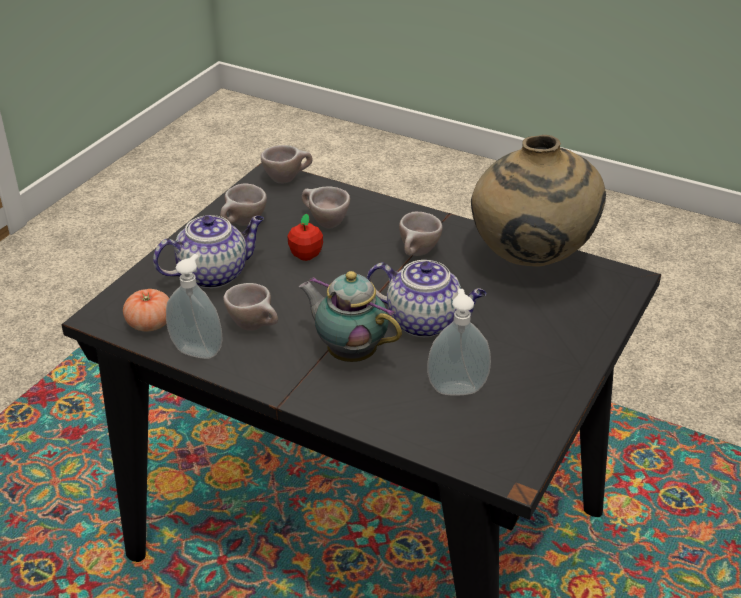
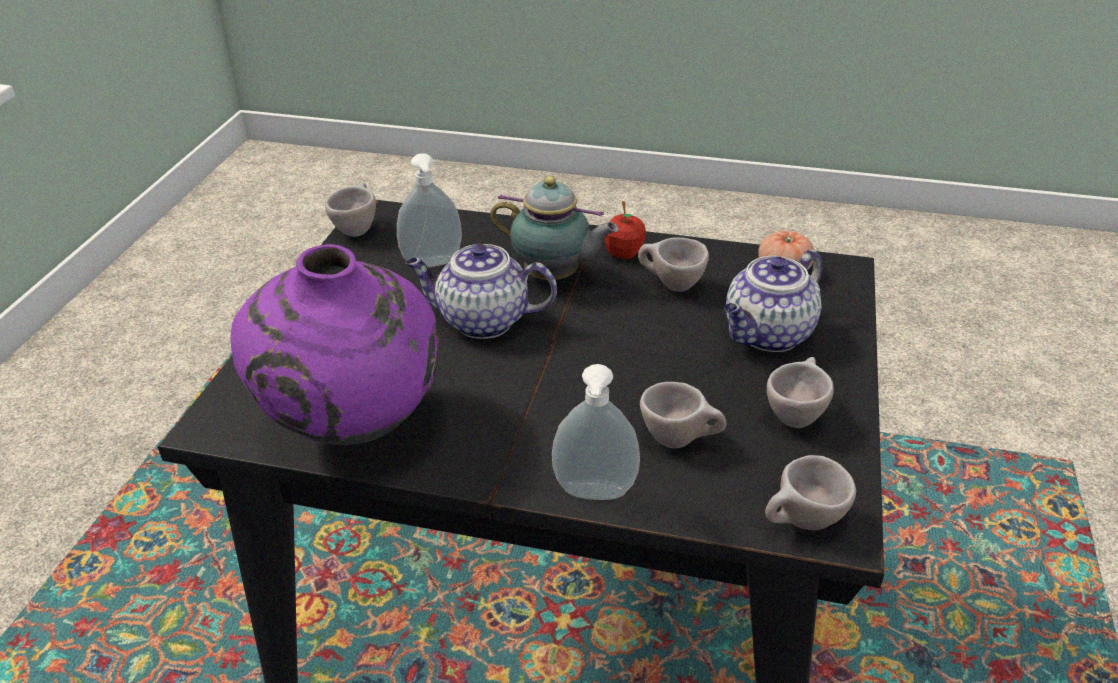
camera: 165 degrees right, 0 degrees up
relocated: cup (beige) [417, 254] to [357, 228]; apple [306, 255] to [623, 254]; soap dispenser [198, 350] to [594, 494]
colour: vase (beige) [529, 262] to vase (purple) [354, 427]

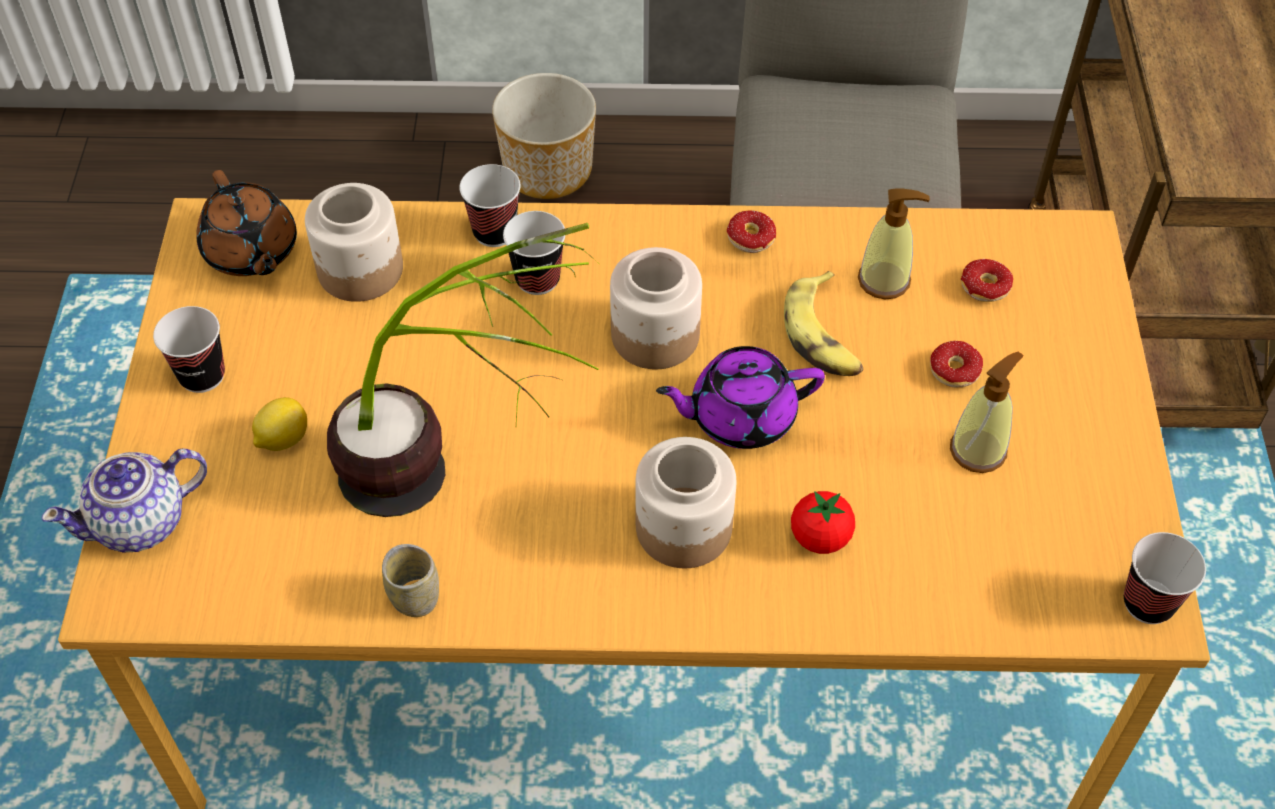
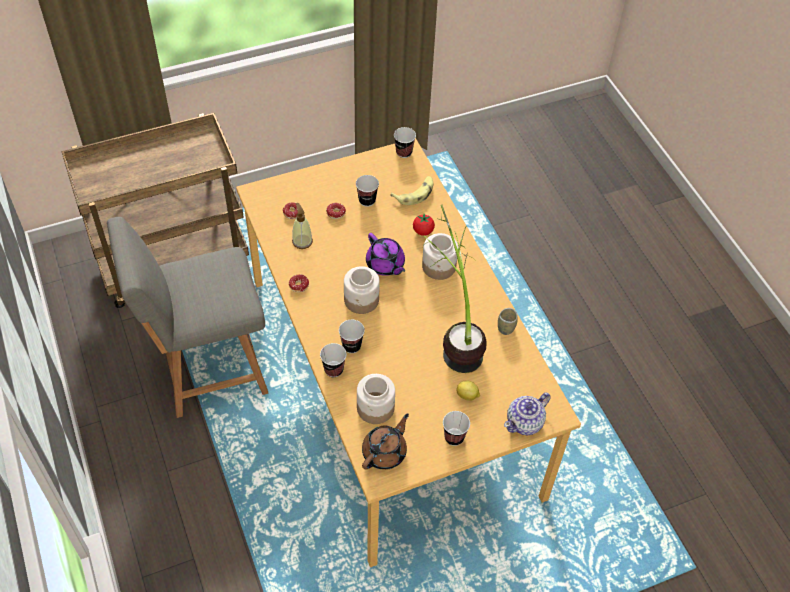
camera: 115 degrees left, 0 degrees up
missing: planter [549, 170]
relocated: banana [824, 336] to [415, 193]
exchanged: soap dispenser [978, 450] to cup [367, 200]
spun: teapot [142, 522] = [525, 422] 105 degrees clockwise

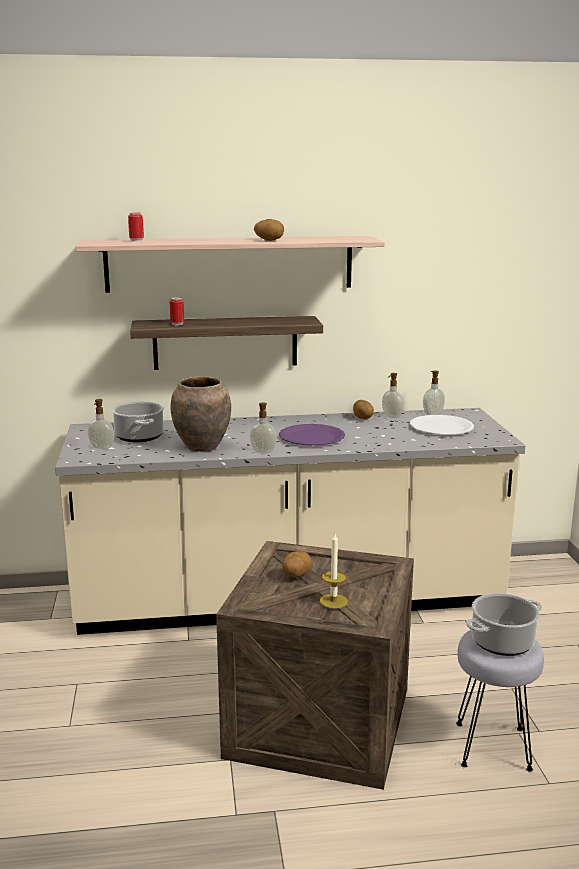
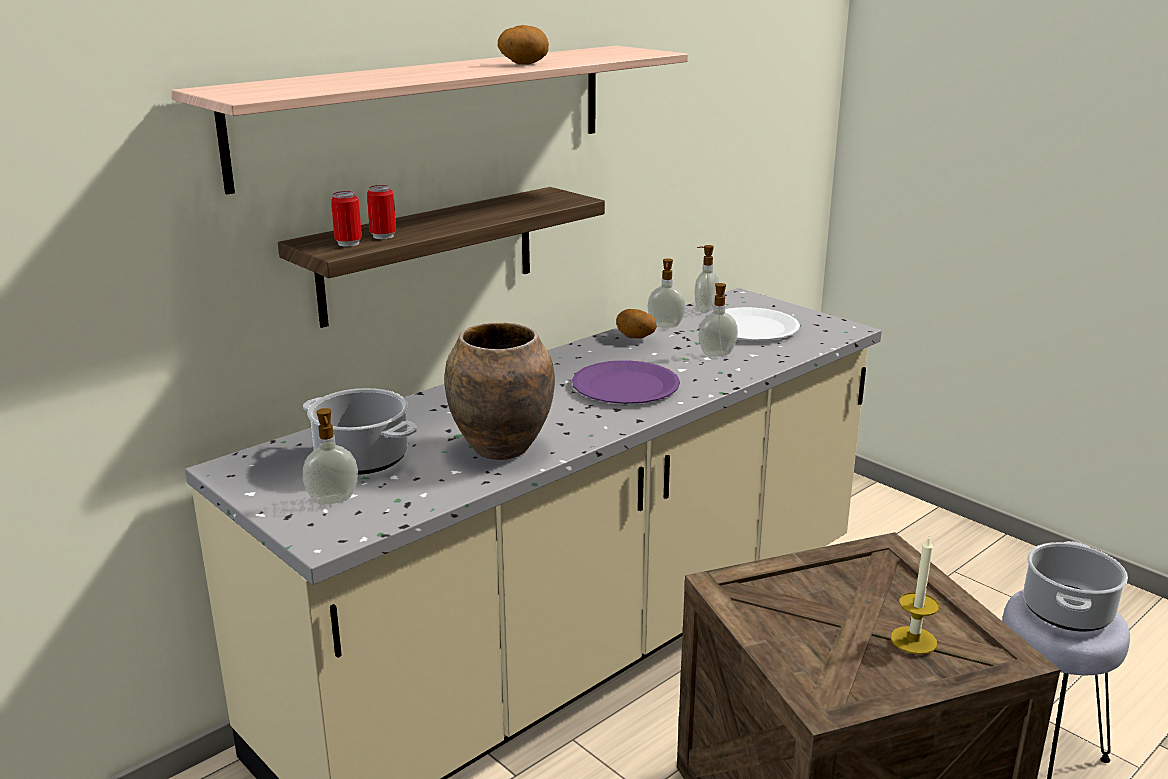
camera: 35 degrees left, 5 degrees up
missing: potato [296, 575]
relocated: can [136, 240] to [348, 243]; soap dispenser [263, 451] to [716, 354]

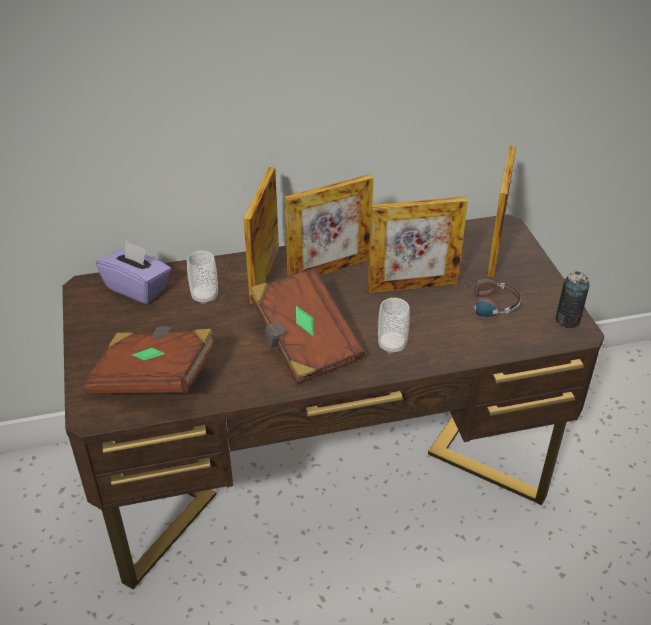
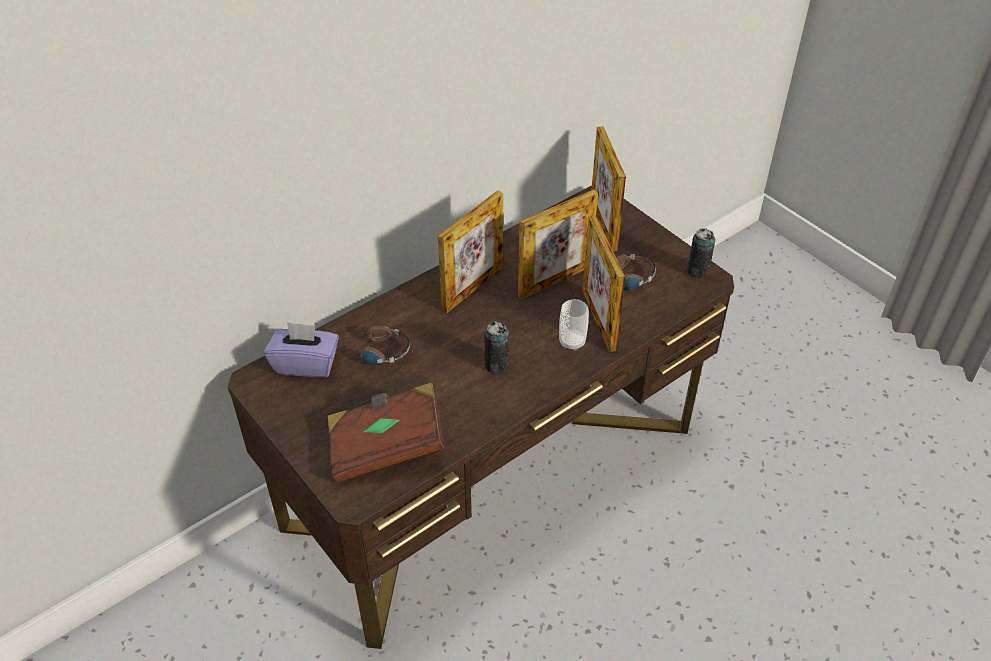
camera: 25 degrees left, 5 degrees up
relocated: picture frame [264, 275] to [598, 319]
exchanged: cup [205, 296] to headphones [376, 351]; book (brown) [304, 343] to can [496, 365]

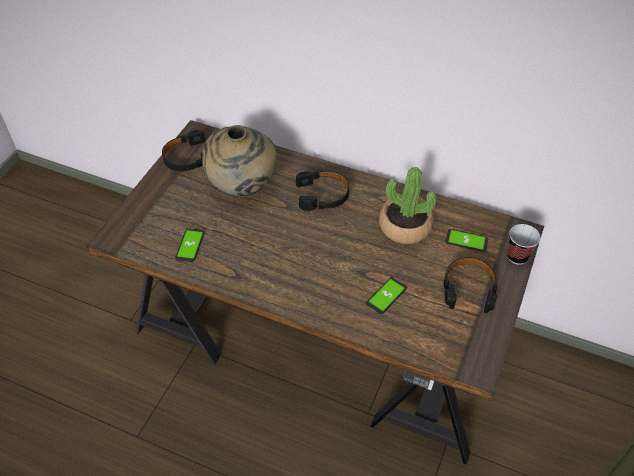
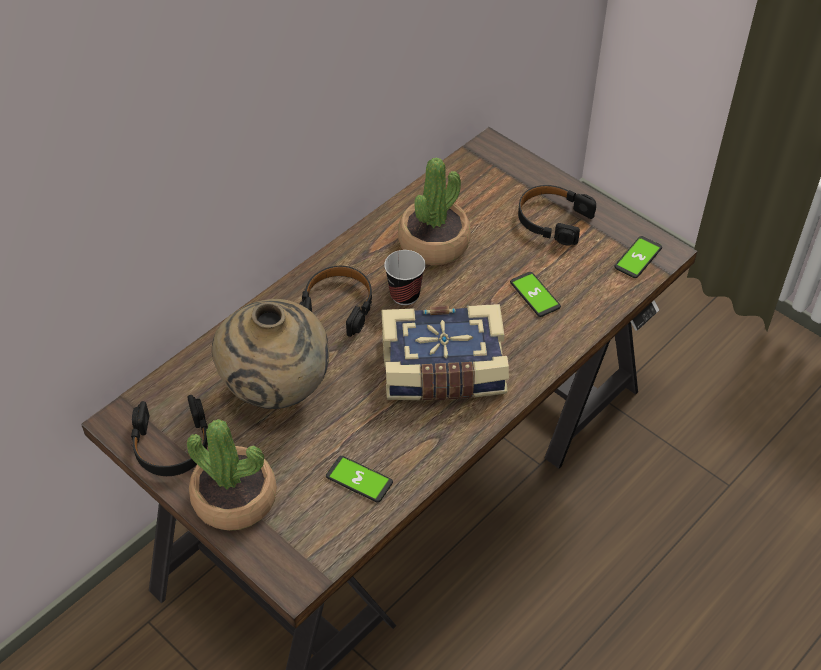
camera: 70 degrees left, 0 degrees up
appeared: book [443, 371]; potted plant [235, 498]
relocated: cup [517, 256] to [405, 295]; phone [466, 241] to [638, 258]

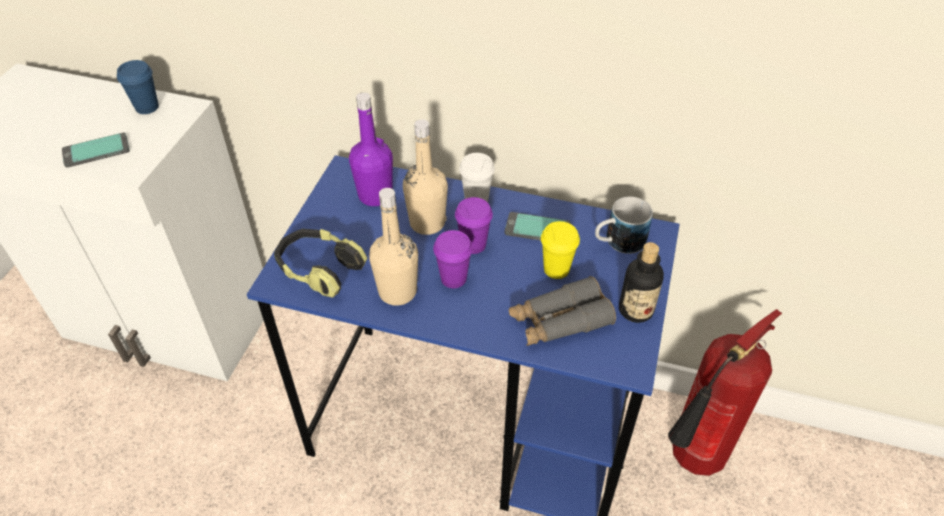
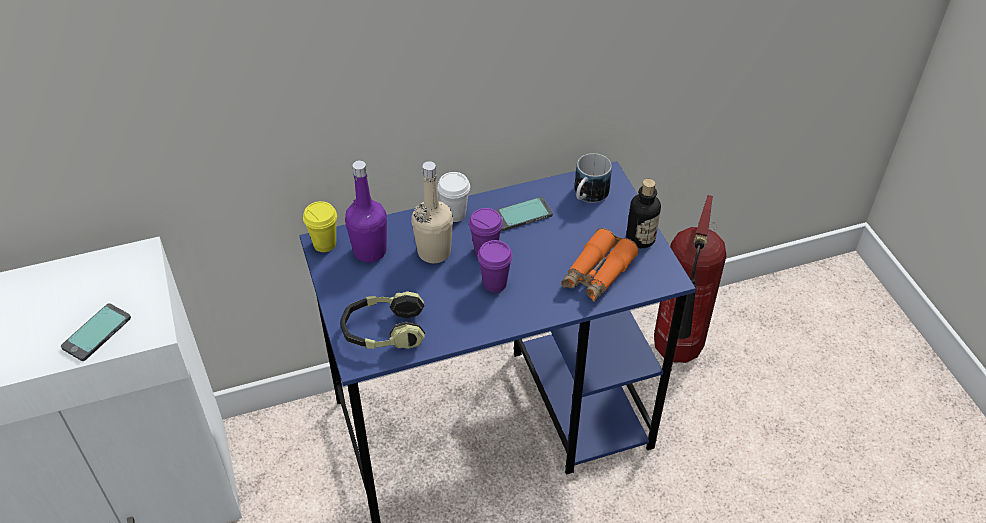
camera: 35 degrees left, 0 degrees up
missing: cup (blue) [147, 107]; bottle (beige) [397, 292]
relocated: cup (yellow) [556, 269] to [324, 244]
colour: binoculars (grey) [559, 321] to binoculars (orange) [597, 274]

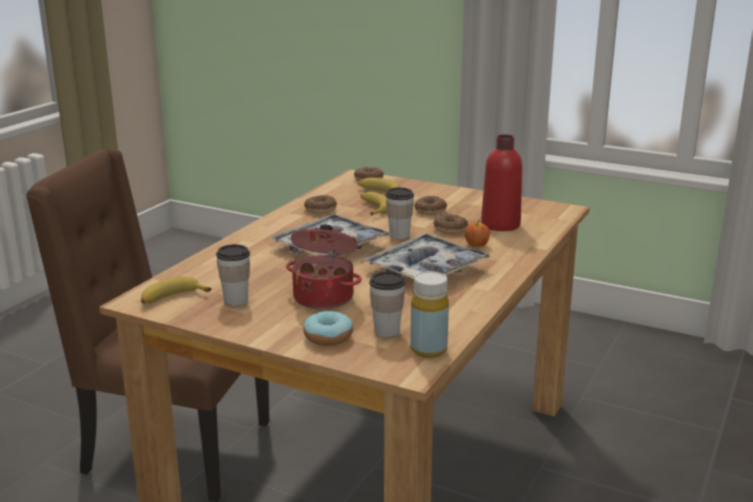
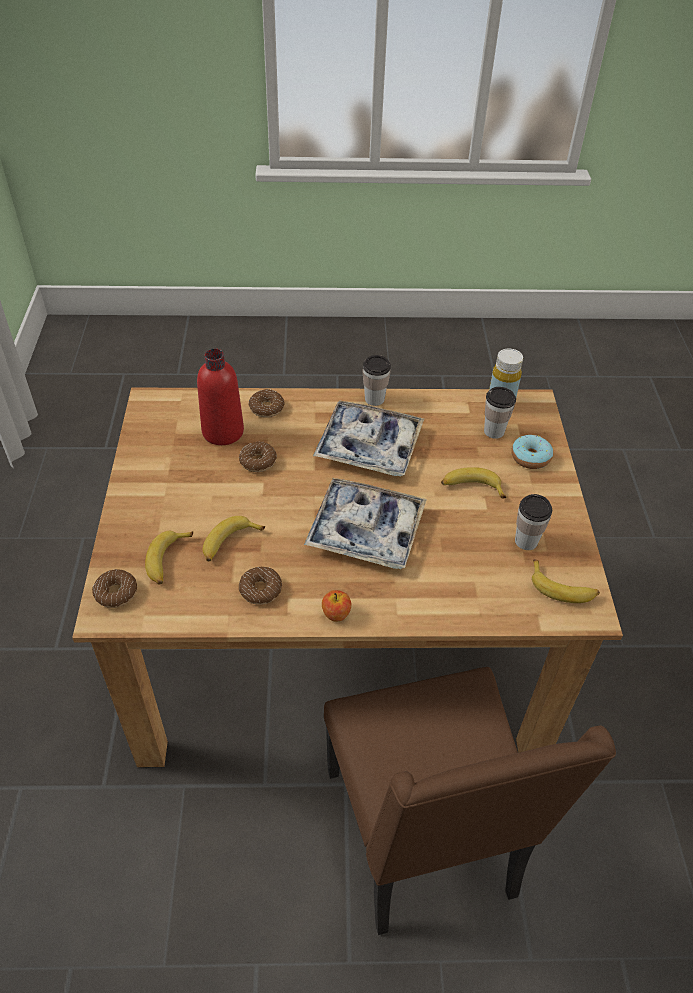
camera: 120 degrees left, 25 degrees up
relocated: cup [399, 235] to [374, 399]; donut [430, 211] to [266, 408]; apple [476, 245] to [336, 613]
exchanged: cooking pot [324, 297] to banana [471, 487]

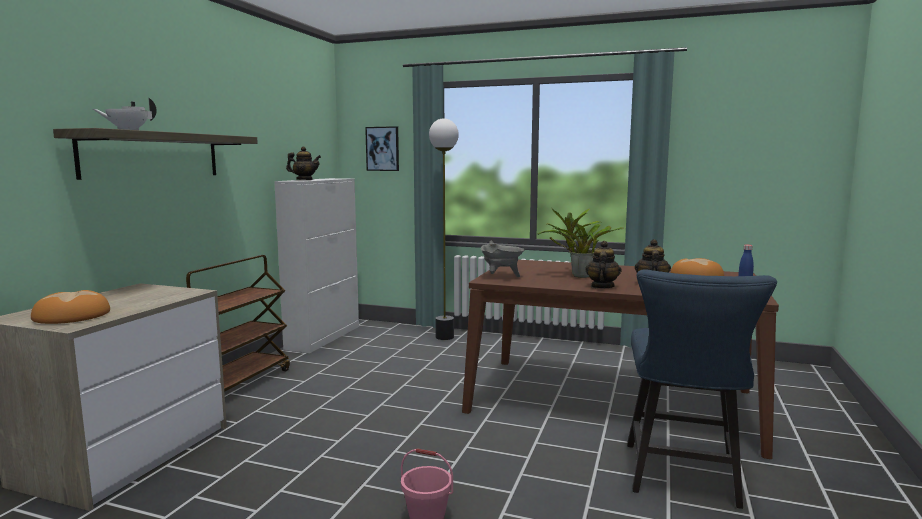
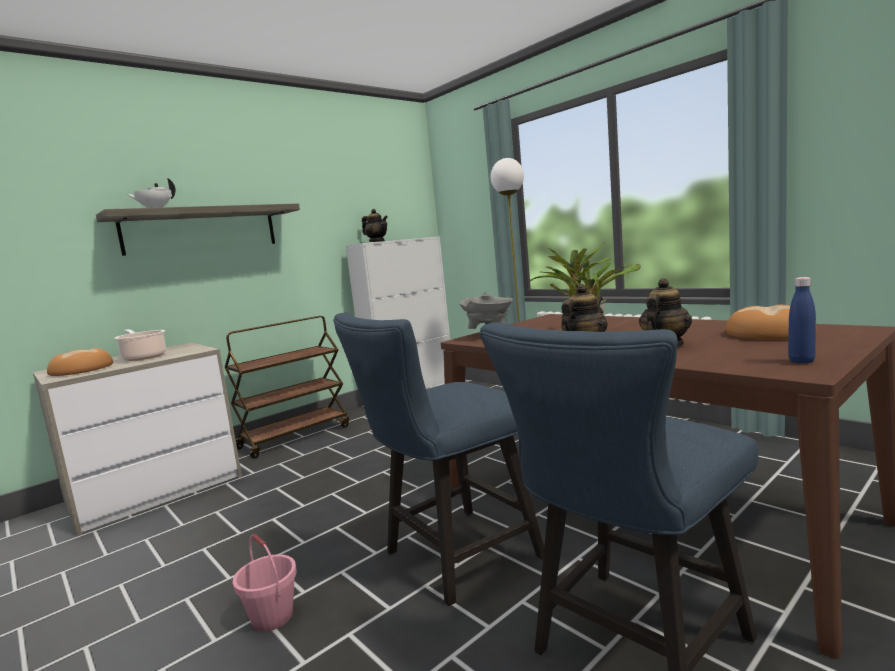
camera: 30 degrees right, 0 degrees up
missing: picture [382, 149]
appeared: chair (blue) [452, 558]; cooking pot [143, 357]

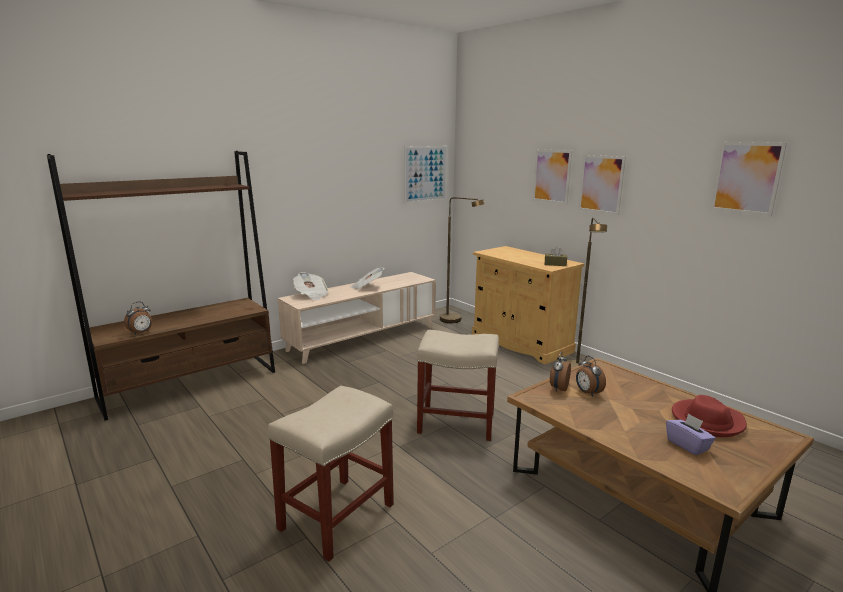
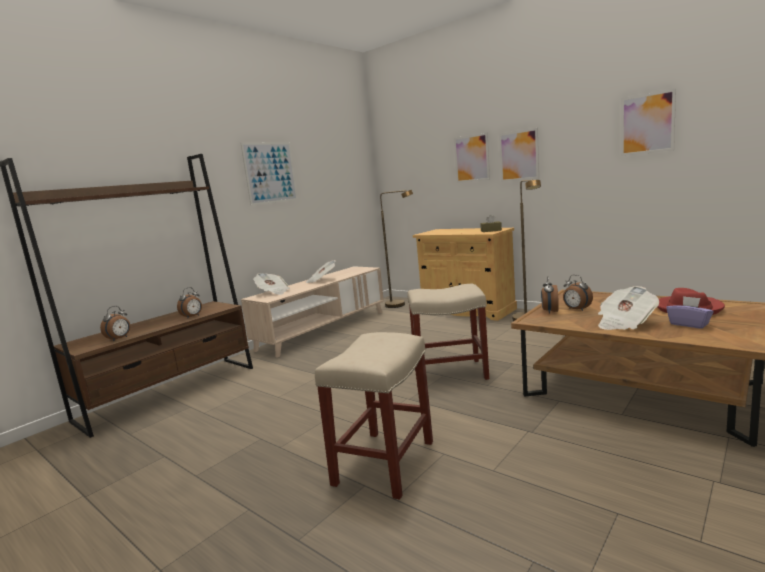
camera: 10 degrees left, 5 degrees down
appeared: newspaper [624, 323]; alarm clock [192, 317]
relocated: picture [425, 174] to [270, 173]

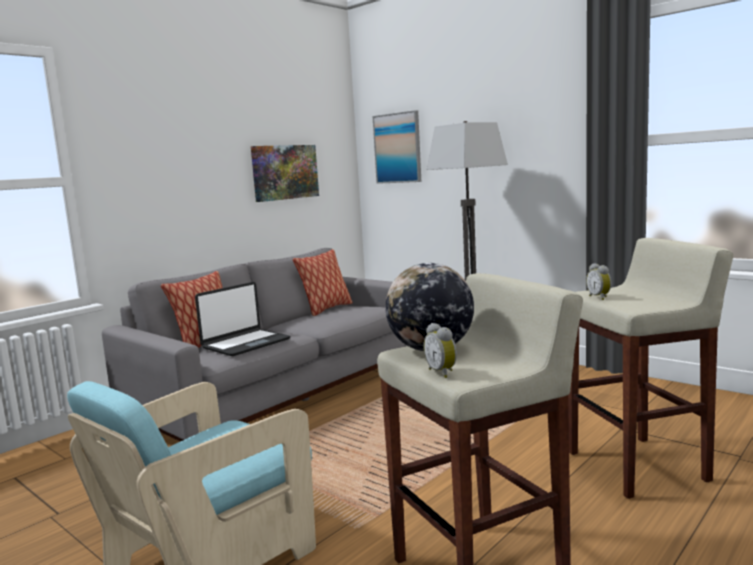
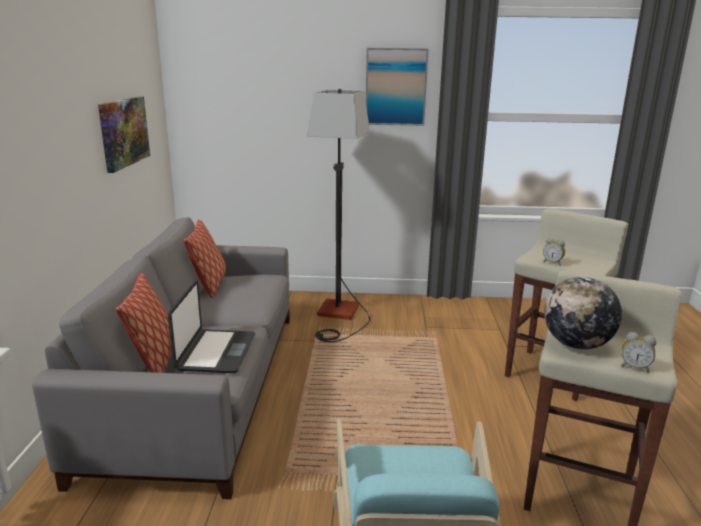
camera: 40 degrees left, 10 degrees up
relocated: picture [398, 148] to [395, 87]

